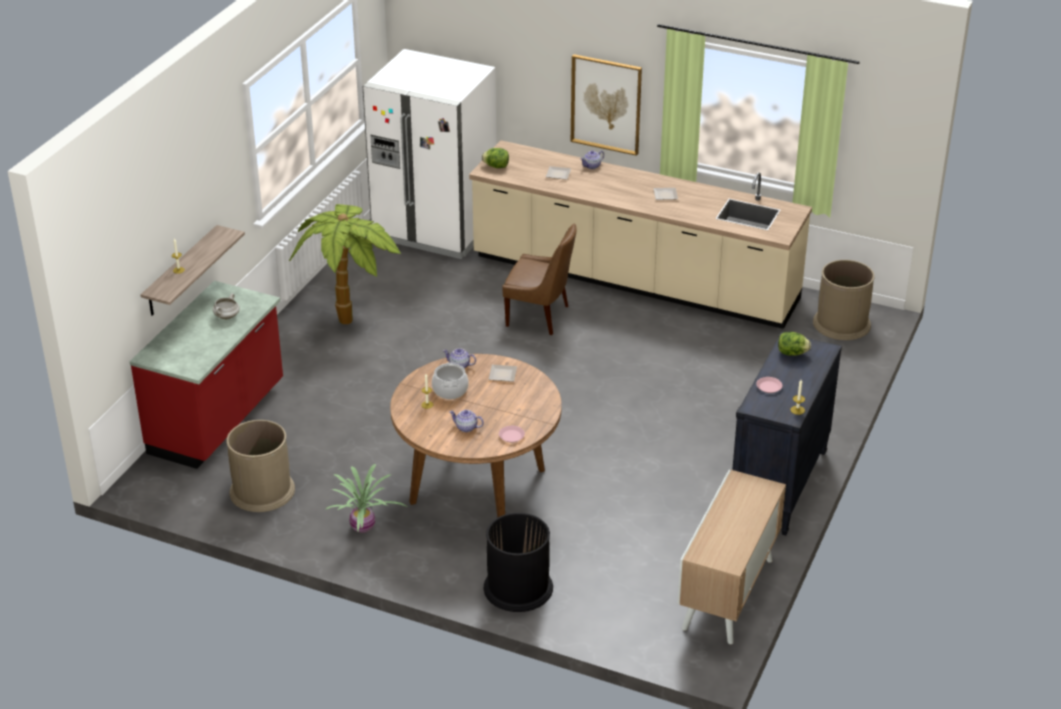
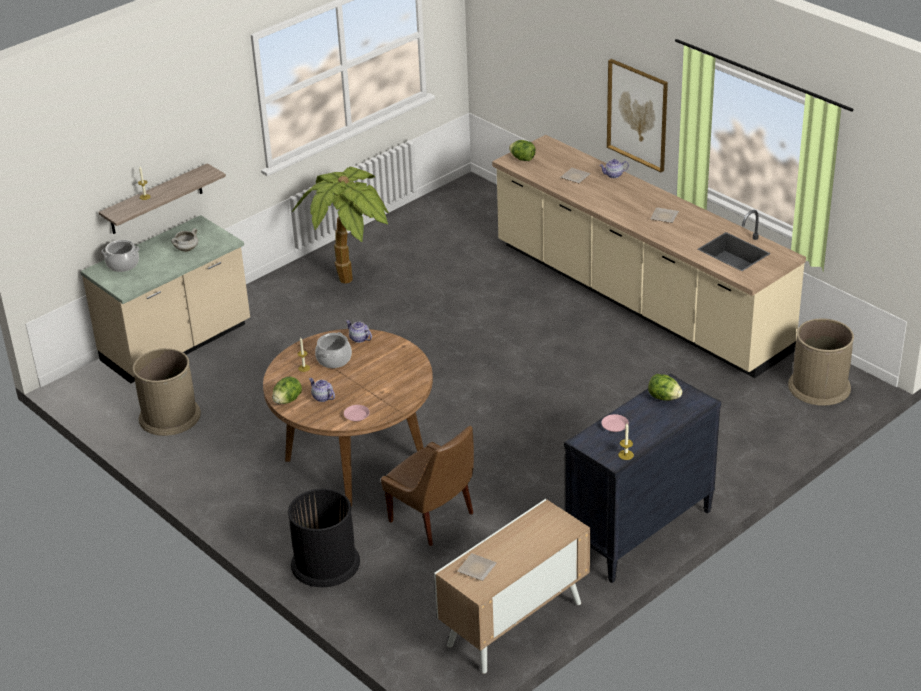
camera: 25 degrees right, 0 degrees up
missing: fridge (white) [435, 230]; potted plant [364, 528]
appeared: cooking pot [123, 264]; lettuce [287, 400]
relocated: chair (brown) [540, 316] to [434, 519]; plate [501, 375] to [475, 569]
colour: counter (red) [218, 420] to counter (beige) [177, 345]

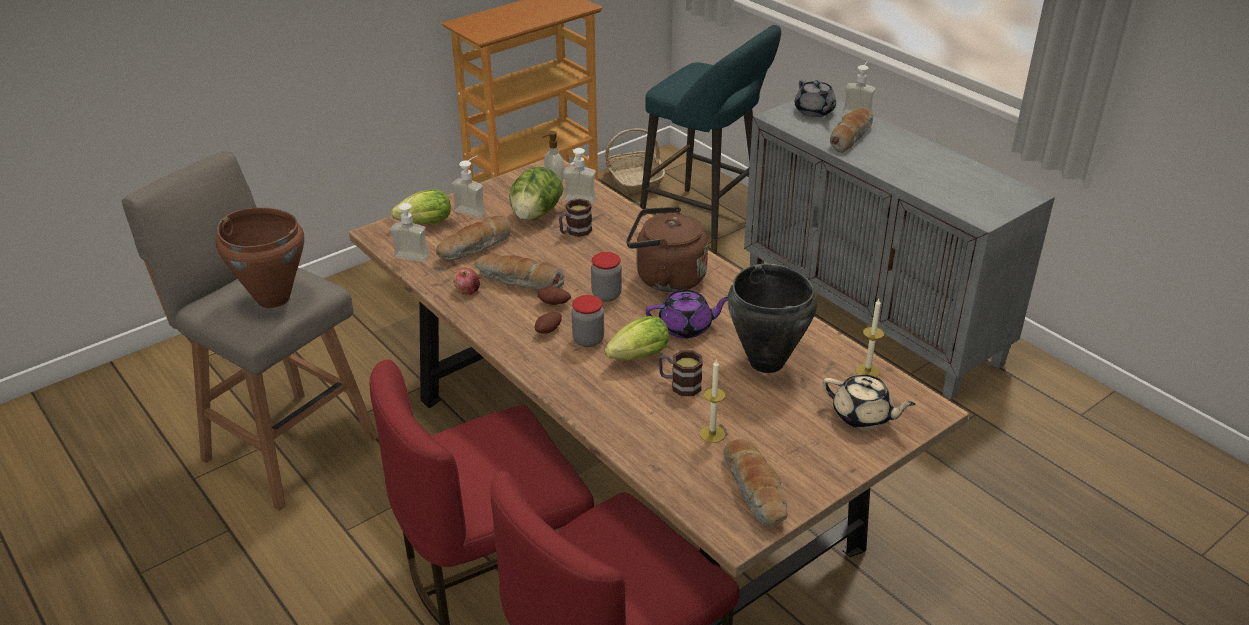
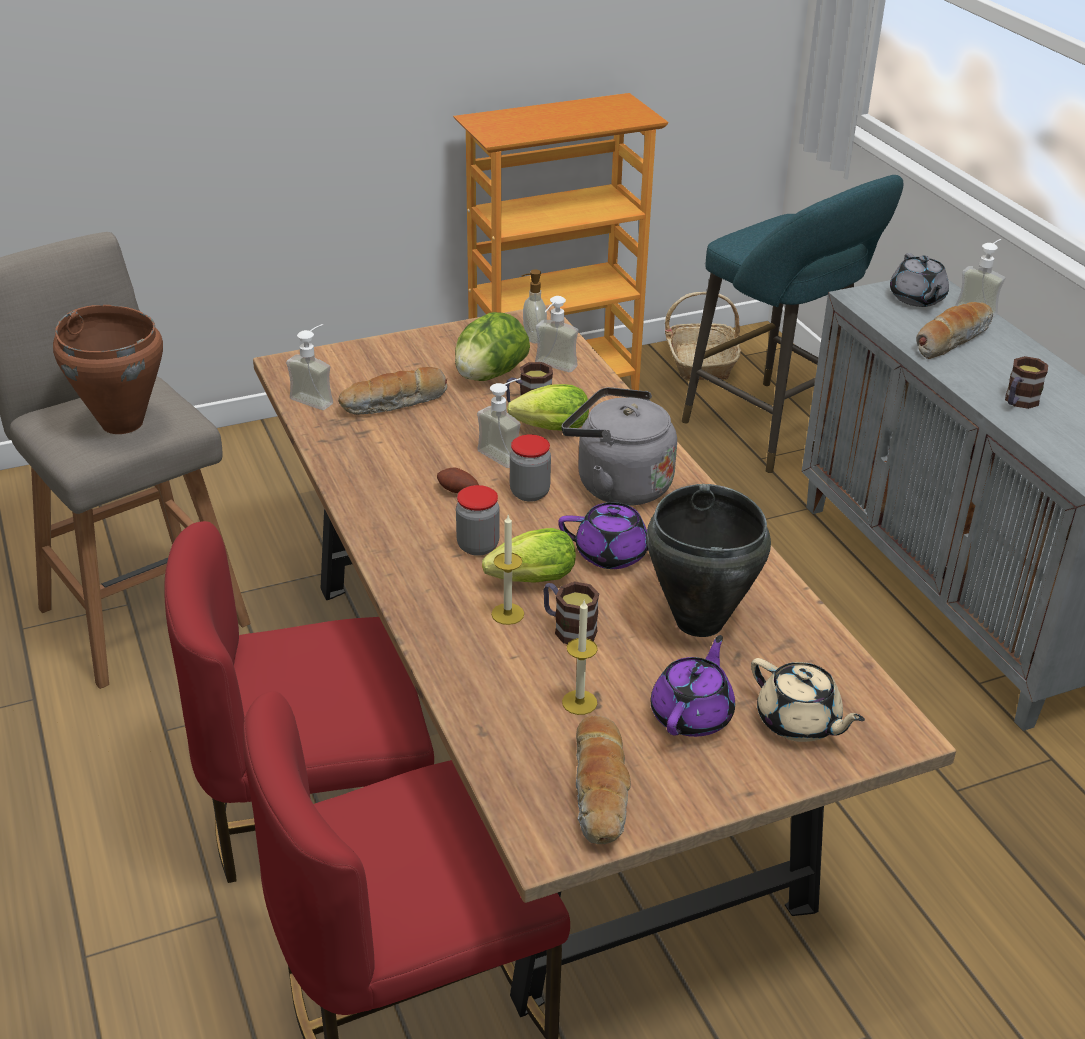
camera: 15 degrees right, 0 degrees up
missing: bread [519, 281]; apple [467, 290]; potato [549, 331]
appeared: mug [1018, 402]; teapot (purple) [692, 714]
relocated: soap dispenser [473, 209] to [505, 453]; lettuce [422, 224] to [547, 429]; candle [867, 371] to [507, 614]
colour: kettle (brown) [665, 278] to kettle (grey) [617, 484]

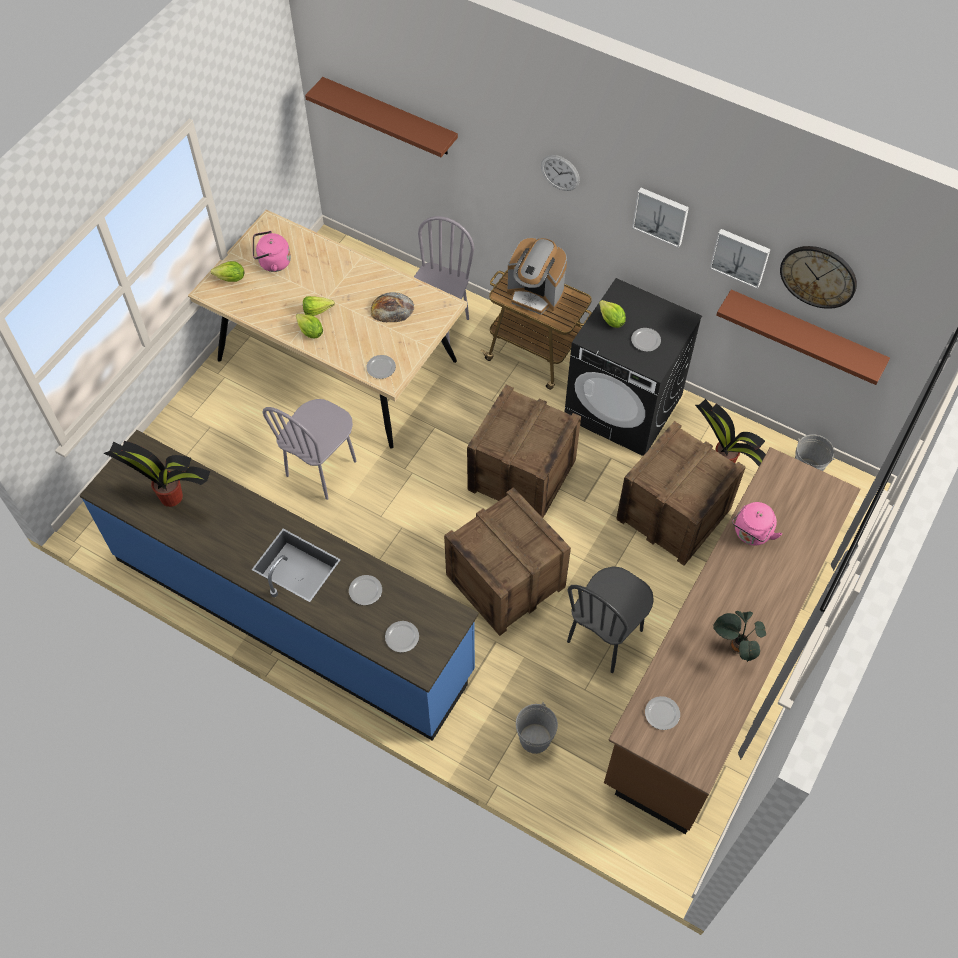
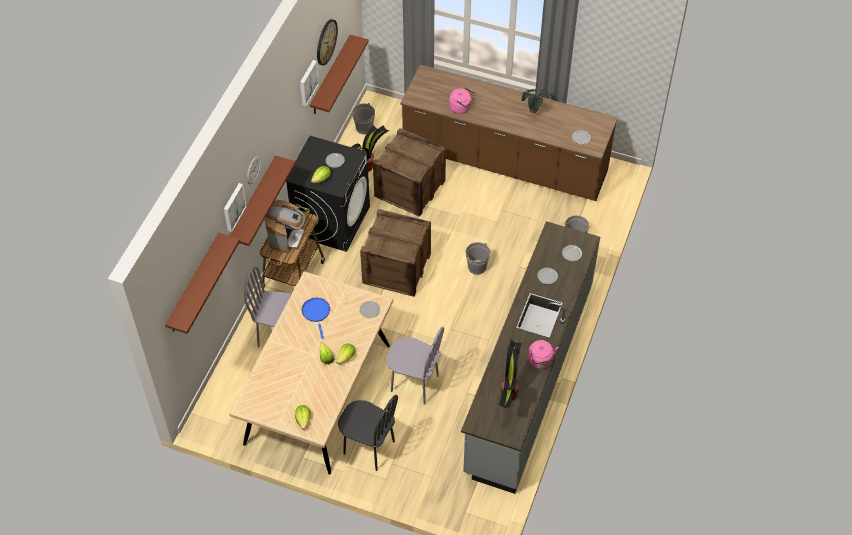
camera: 100 degrees left, 5 degrees down
appeared: shelf (brown) [253, 202]
relocated: picture [661, 215] to [233, 207]; kettle (pink) [272, 262] to [541, 361]; chair (black) [605, 636] to [369, 448]
exchanged: bread [392, 308] to frying pan (blue) [316, 313]; crate [505, 581] to bucket (grey) [477, 267]
colour: counter (blue) [292, 613] to counter (grey) [528, 377]

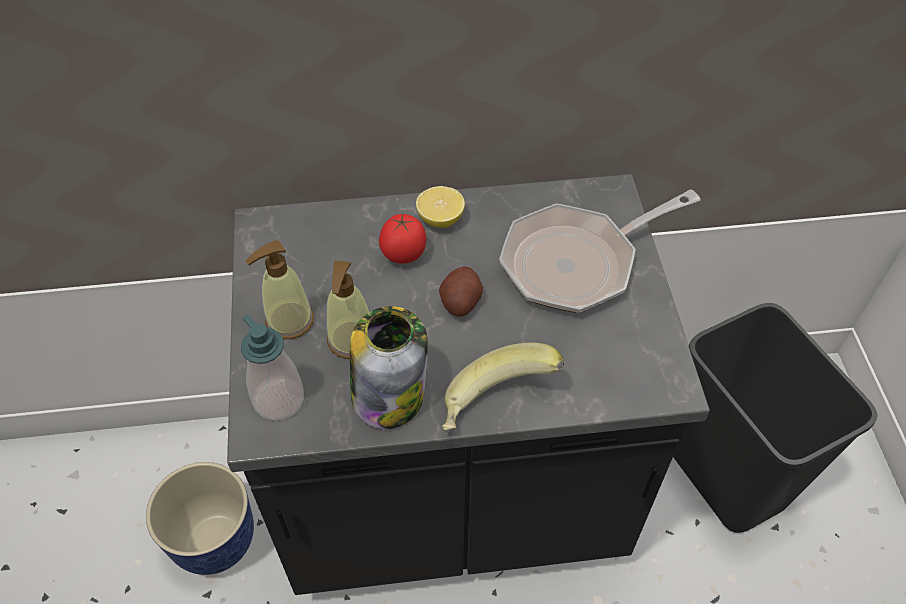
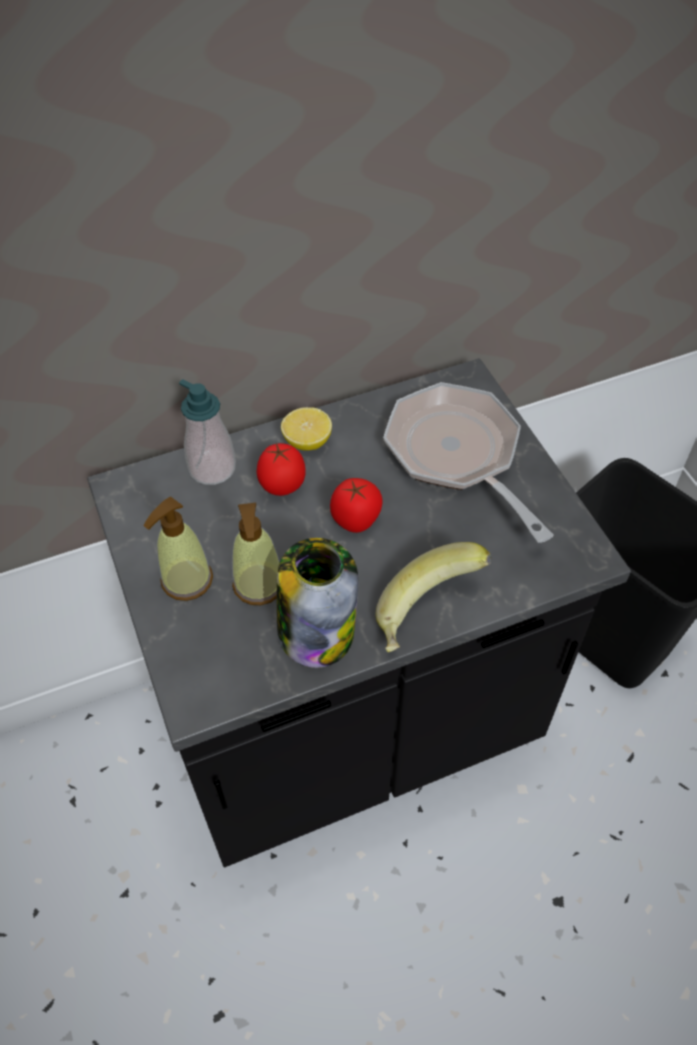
camera: 15 degrees left, 0 degrees up
missing: planter [216, 540]
relocated: soap dispenser [278, 399] to [212, 468]
exchanged: potato [460, 301] to tomato [356, 520]
spun: frying pan [577, 262] = [458, 455] 105 degrees clockwise

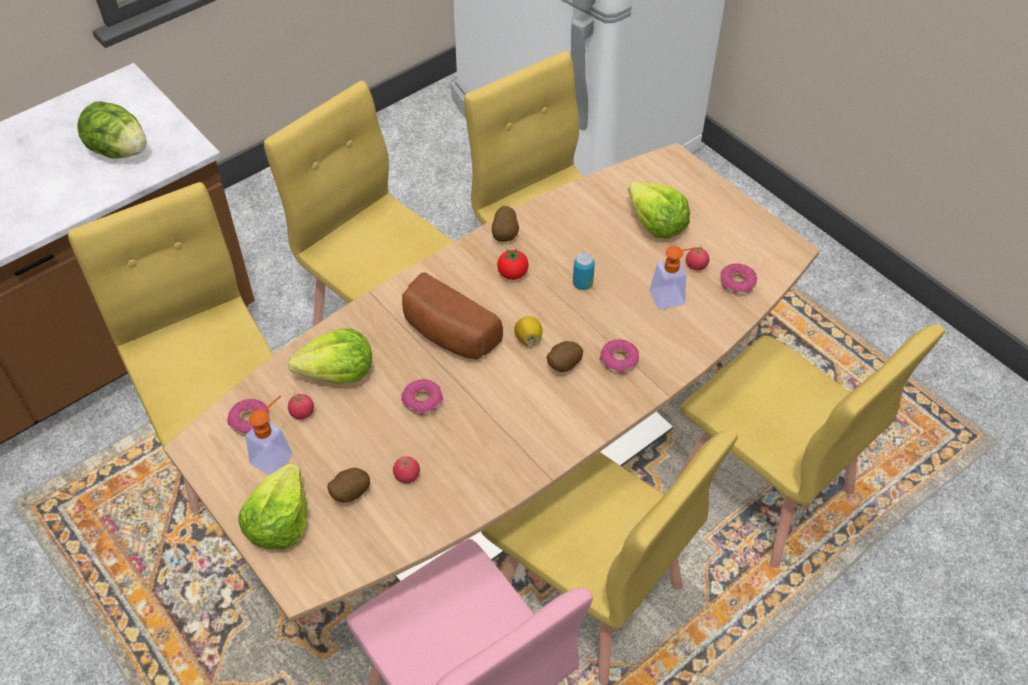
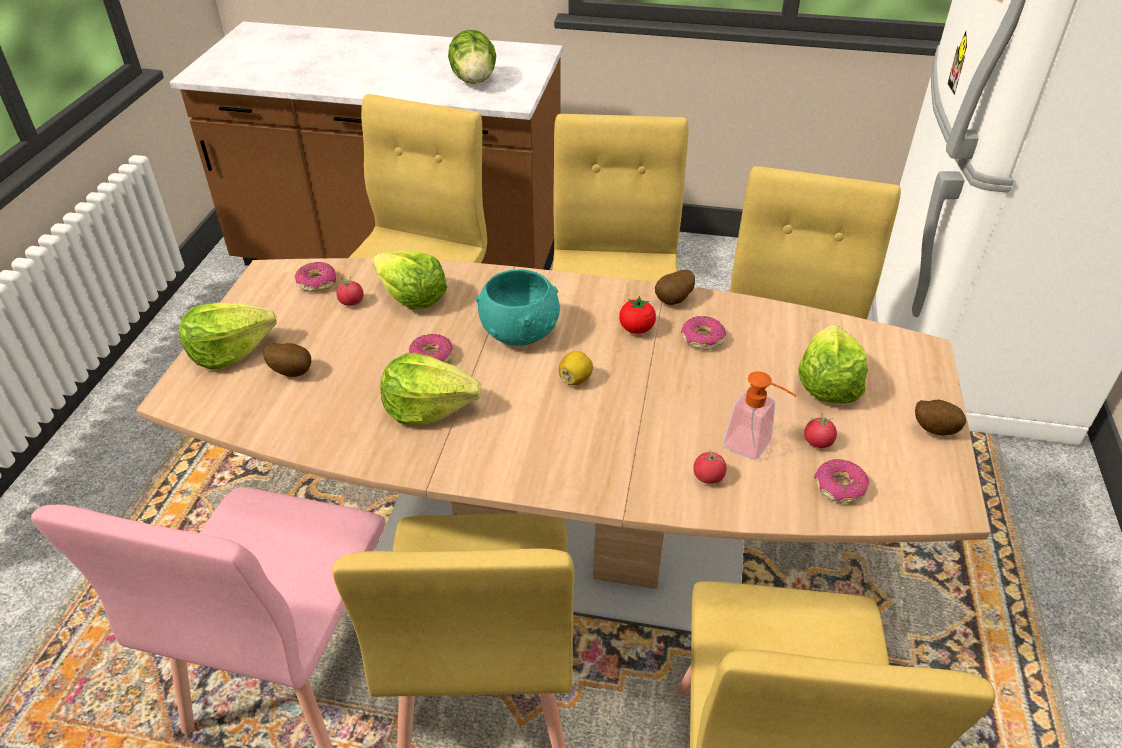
camera: 50 degrees right, 10 degrees down
missing: can [582, 284]; soap dispenser [276, 454]
appeared: lettuce [428, 407]
relocated: donut [618, 361] to [702, 339]; potato [562, 365] to [933, 429]; tomato [407, 475] to [708, 477]
exchanged: bread [447, 335] to bowl (turquoise) [520, 331]

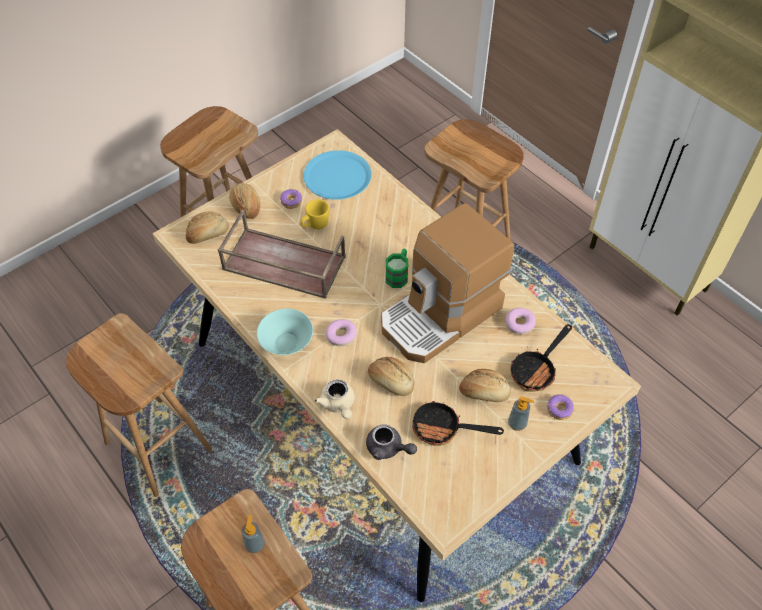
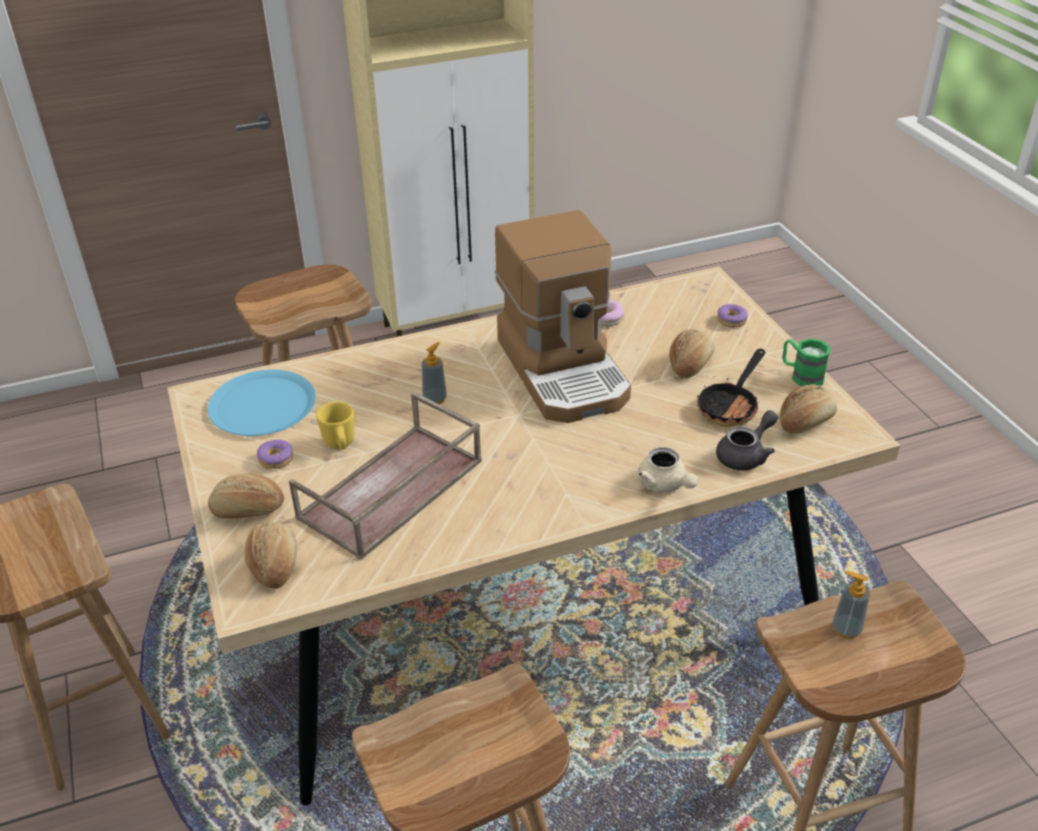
camera: 70 degrees left, 15 degrees down
missing: bowl (turquoise) [286, 343]; donut [341, 335]; frying pan [536, 370]
relocated: mug (green) [398, 275] to [801, 375]; bread [391, 381] to [805, 421]; soap dispenser [517, 423] to [435, 399]
spun: teapot (beige) [338, 404] = [665, 485] 60 degrees clockwise

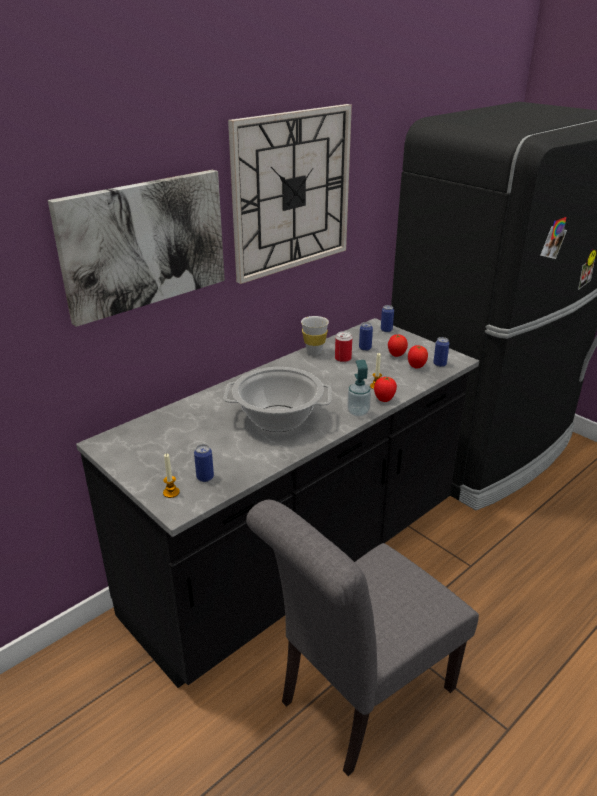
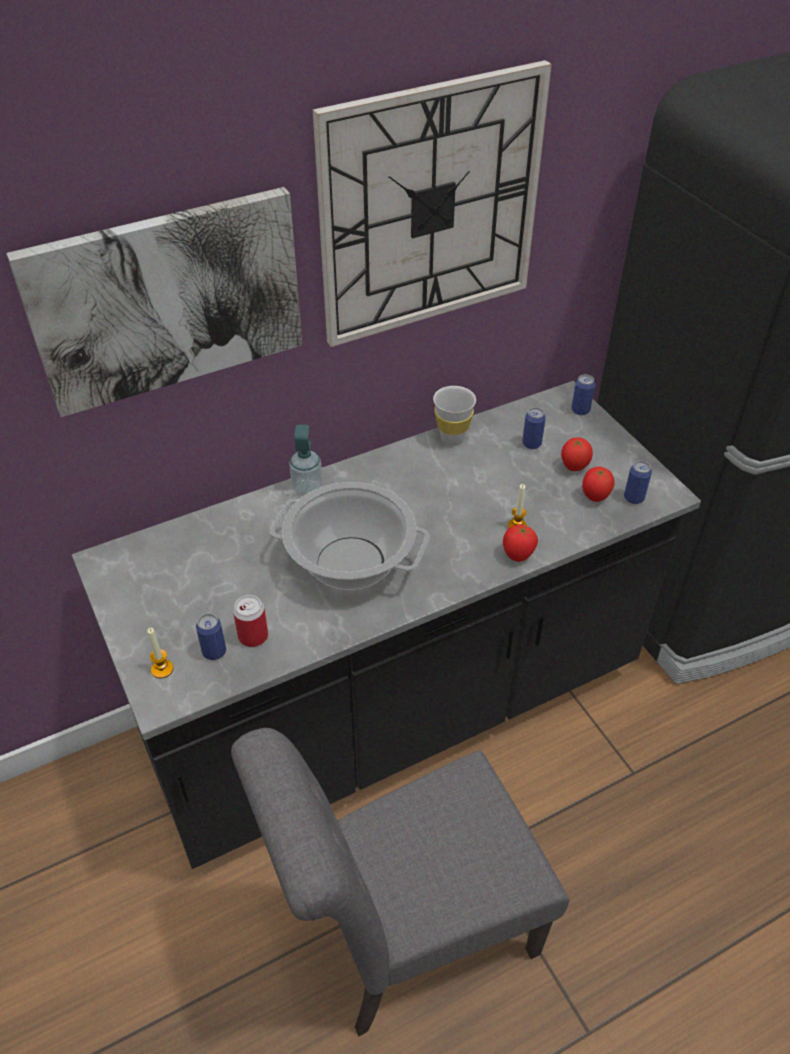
camera: 15 degrees right, 15 degrees up
relocated: can [343, 359] to [253, 636]; soap dispenser [358, 412] to [307, 488]

